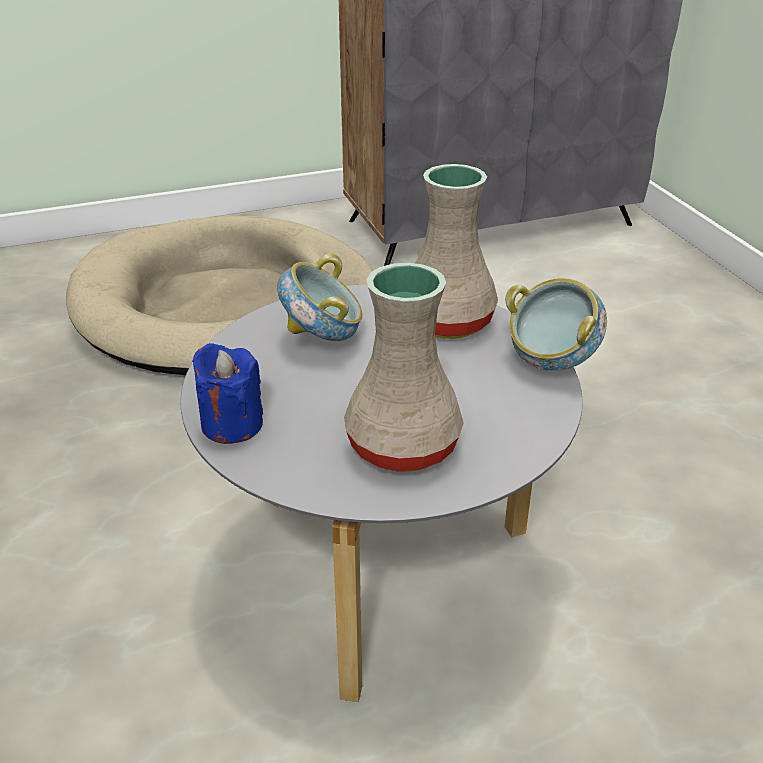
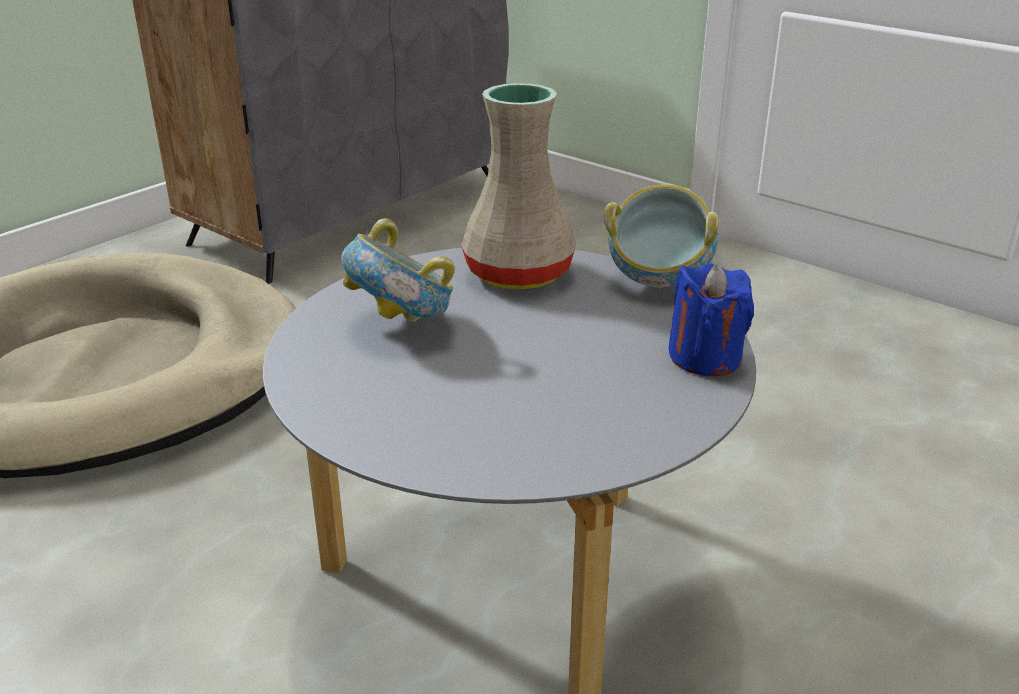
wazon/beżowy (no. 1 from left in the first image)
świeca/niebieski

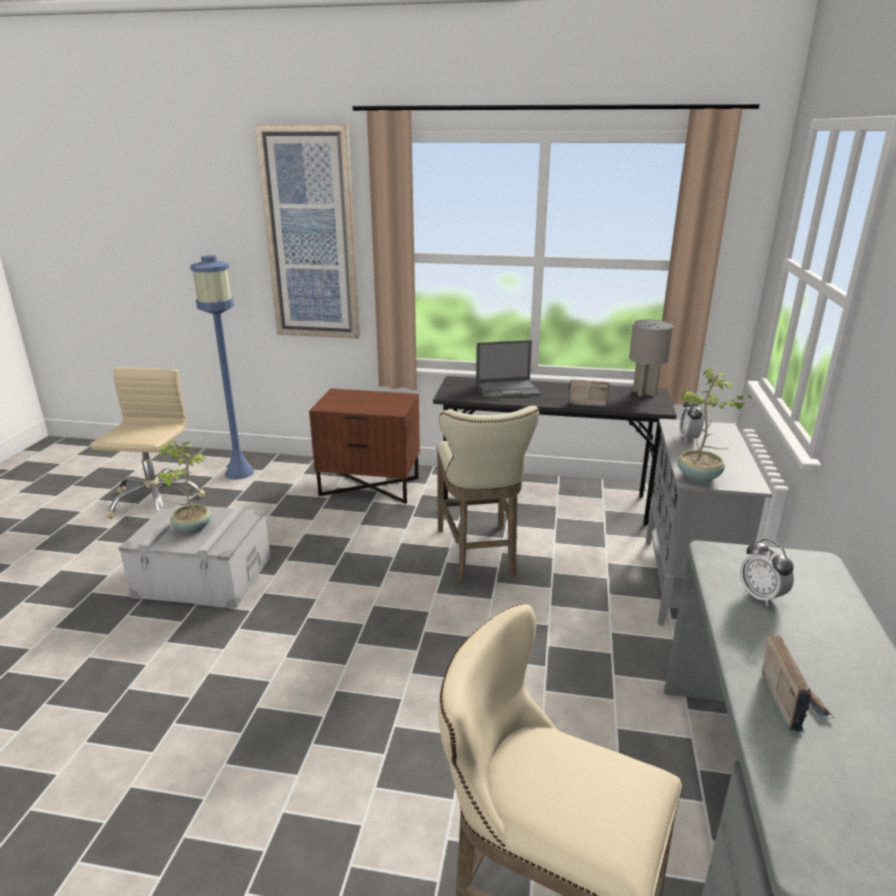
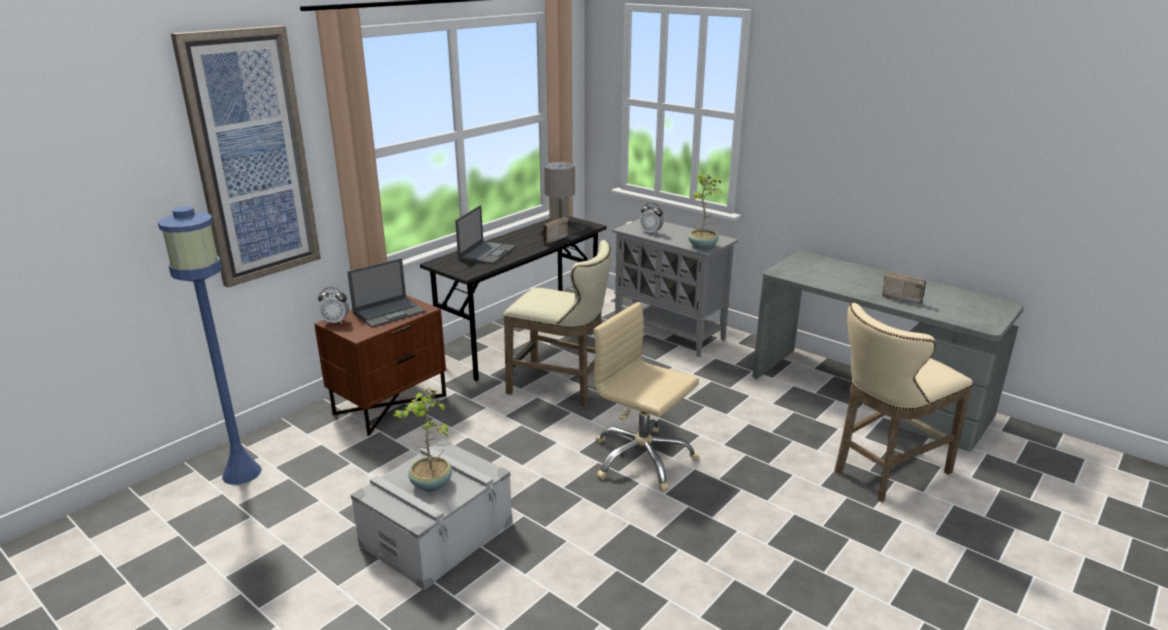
krzesło biurowe/beżowy
budzik (no. 1 from left)
laptop (no. 1 from left)

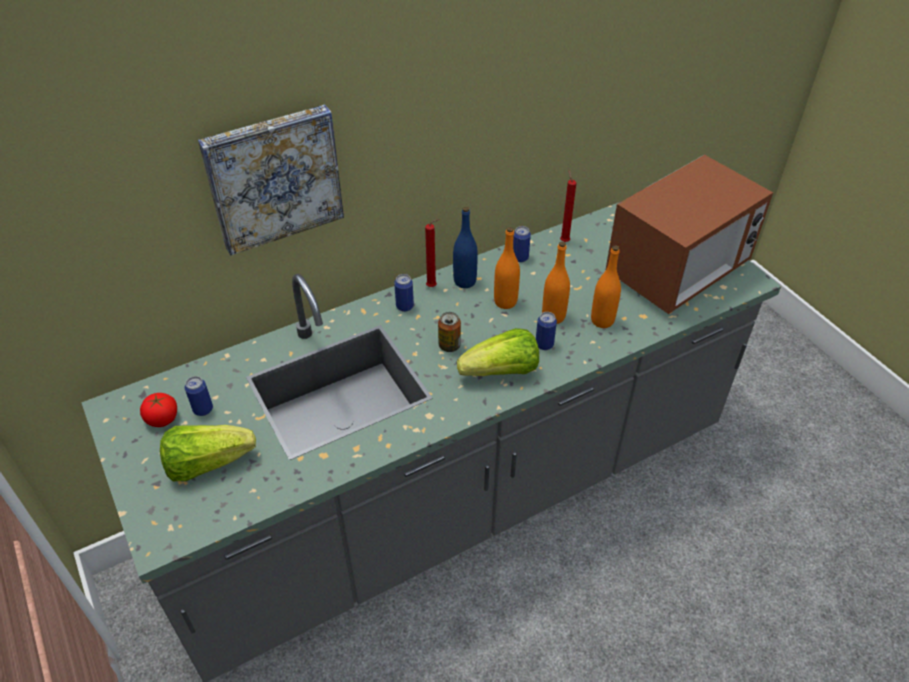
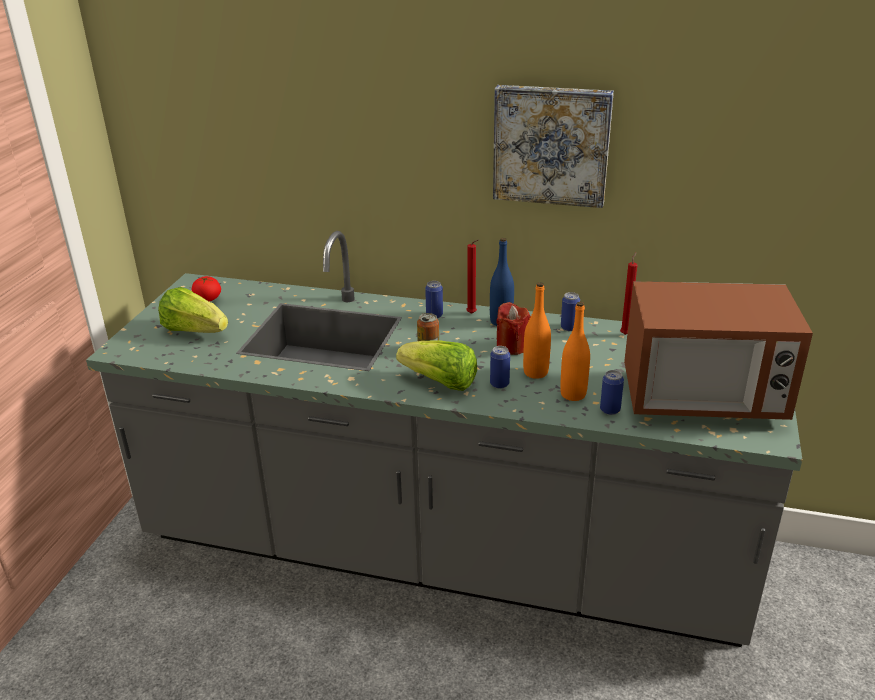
obraz
świeca/czerwony (no. 2 from left)
puszka (no. 5 from left)

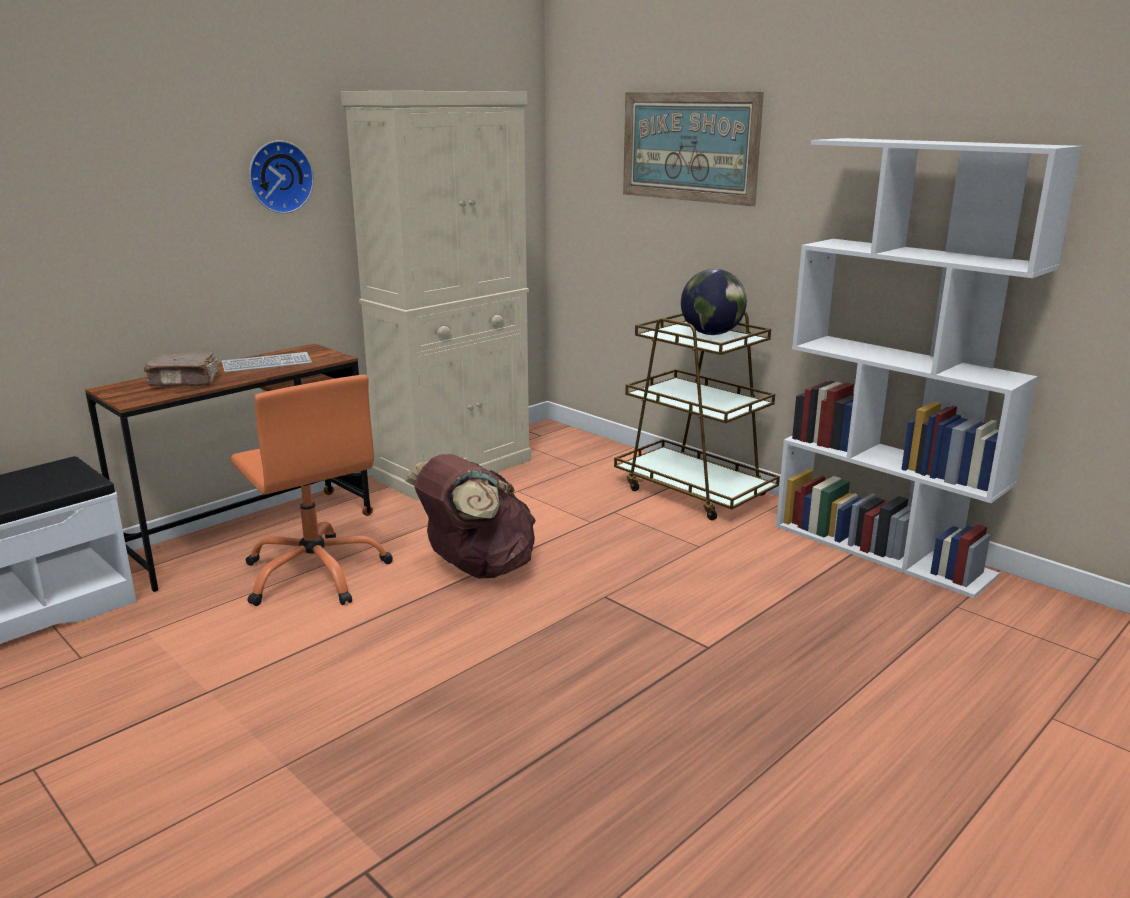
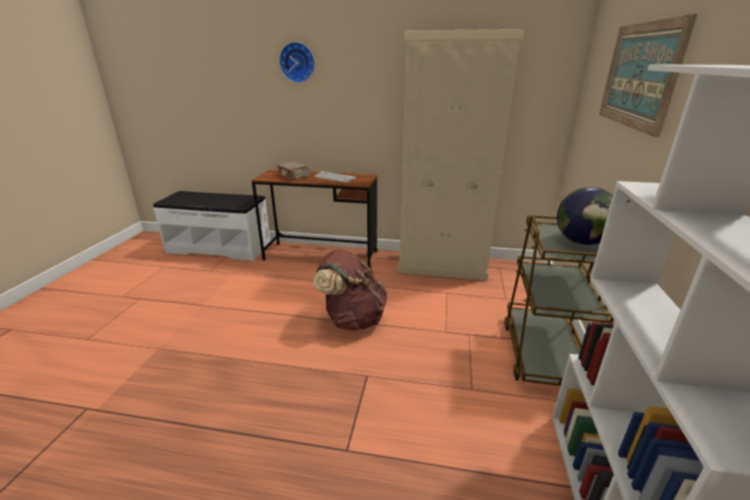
zegar ścienny
krzesło biurowe/pomarańczowy

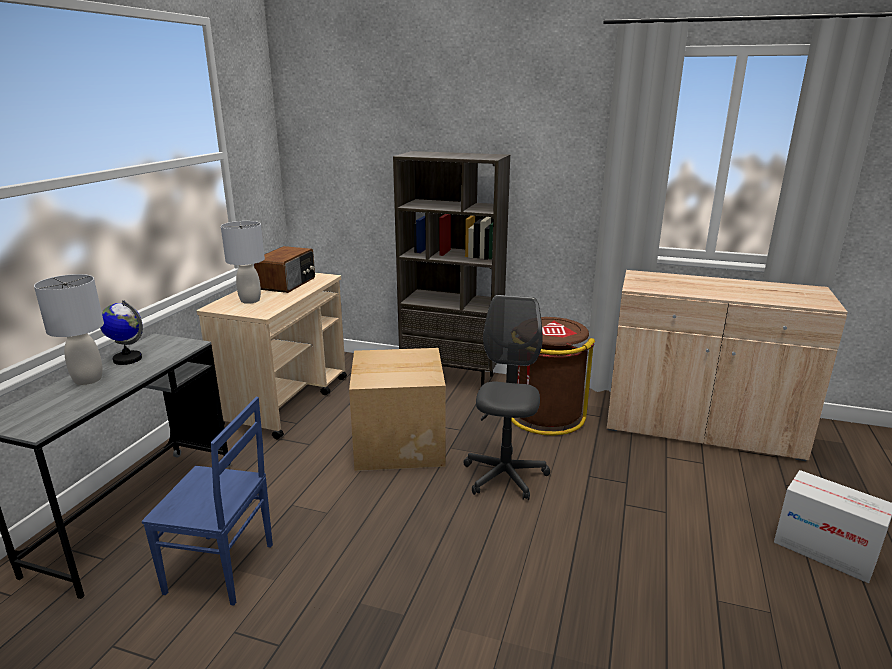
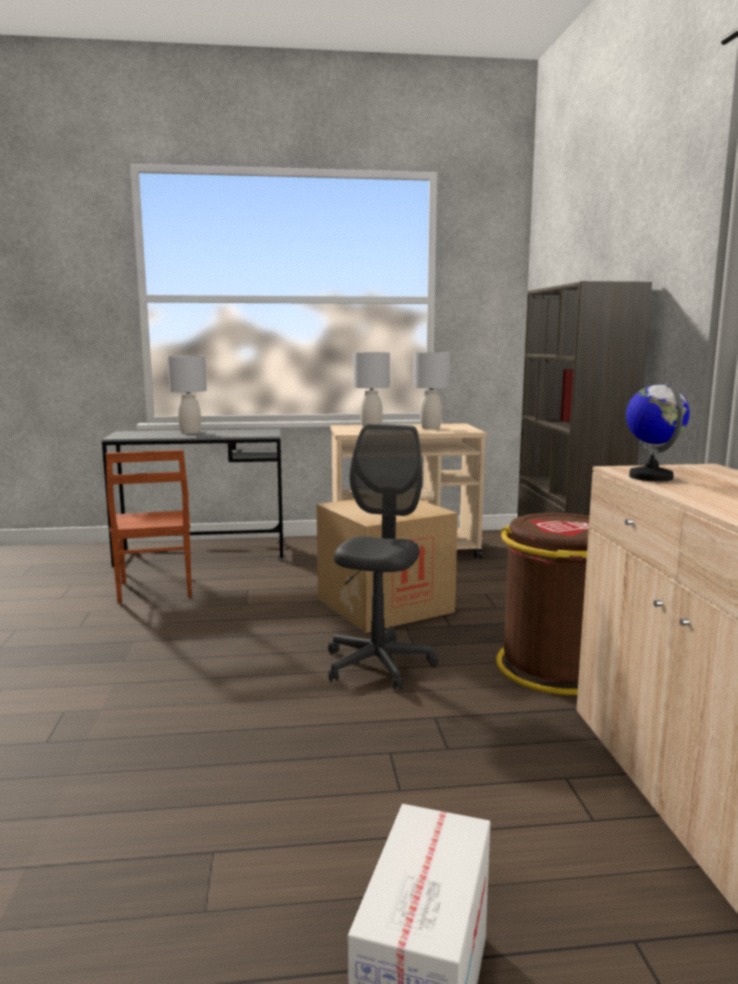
lampa stołowa/szary (no. 3 from left)
krzesło biurowe/szary
globus
krzesło/brązowy

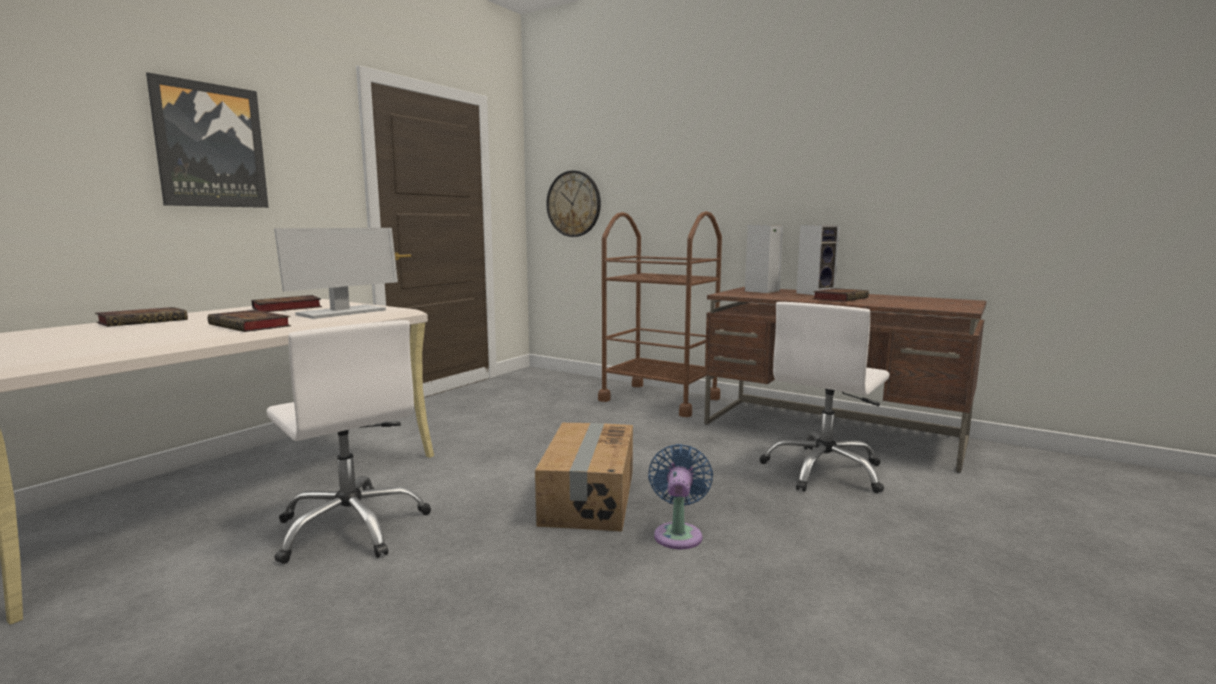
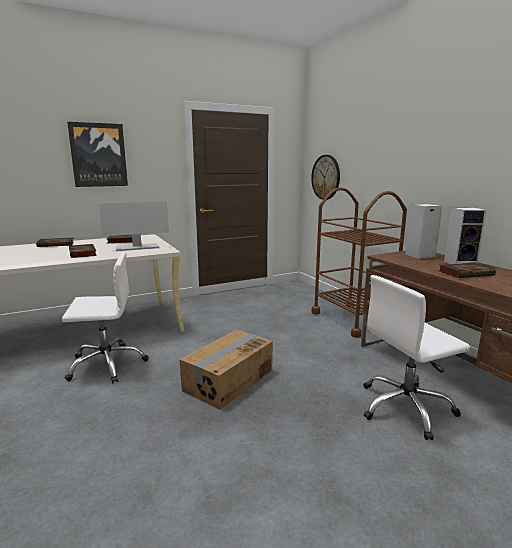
krzesło biurowe/biały (no. 1 from left)
wentylator/niebieski

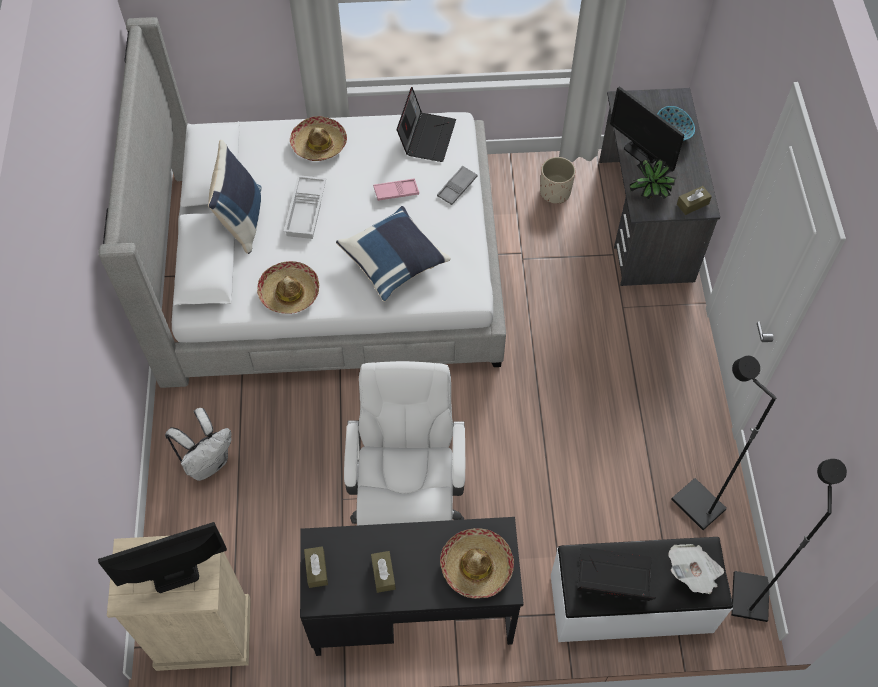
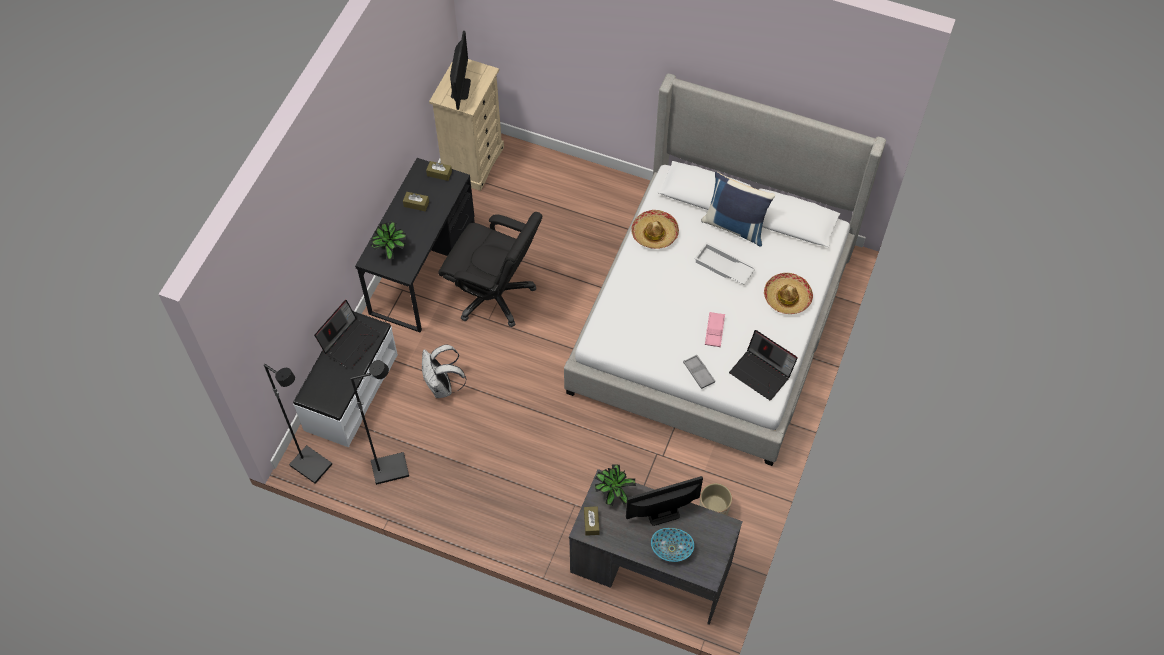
poduszka/niebieski (no. 2 from left in the first image)
krzesło biurowe/czarny
plecak/biały
roślina doniczkowa (no. 1 from left)
gazeta

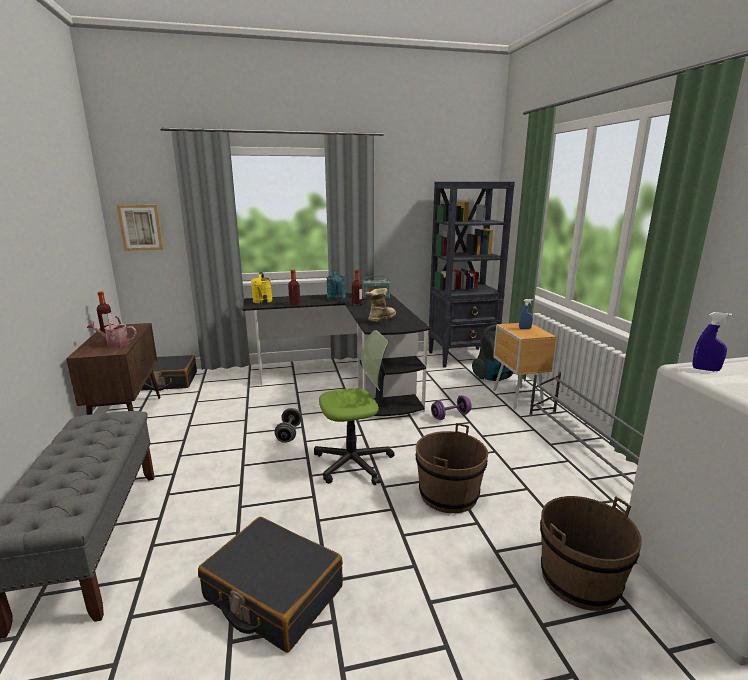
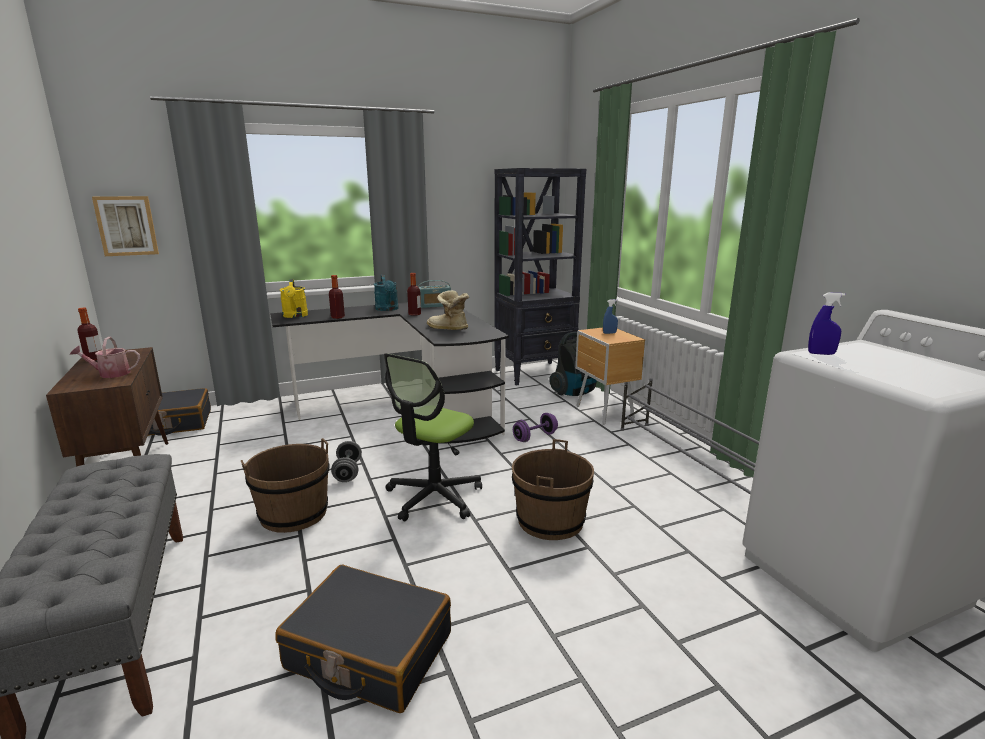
but z cholewką
krzesło biurowe
wiadro/brązowy (no. 1 from left)

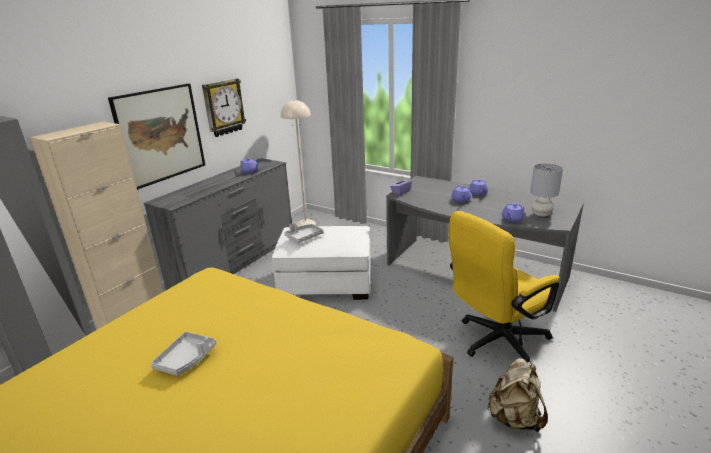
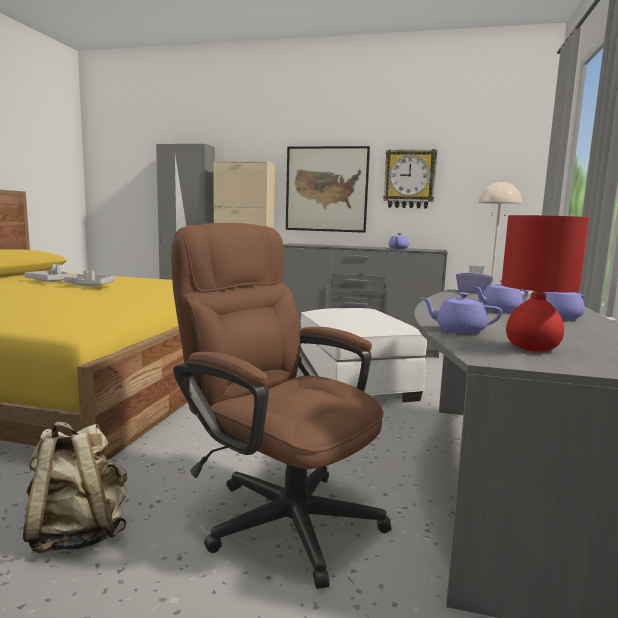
lampa stołowa/czerwony
krzesło biurowe/brązowy
taca/szary (no. 1 from left)

